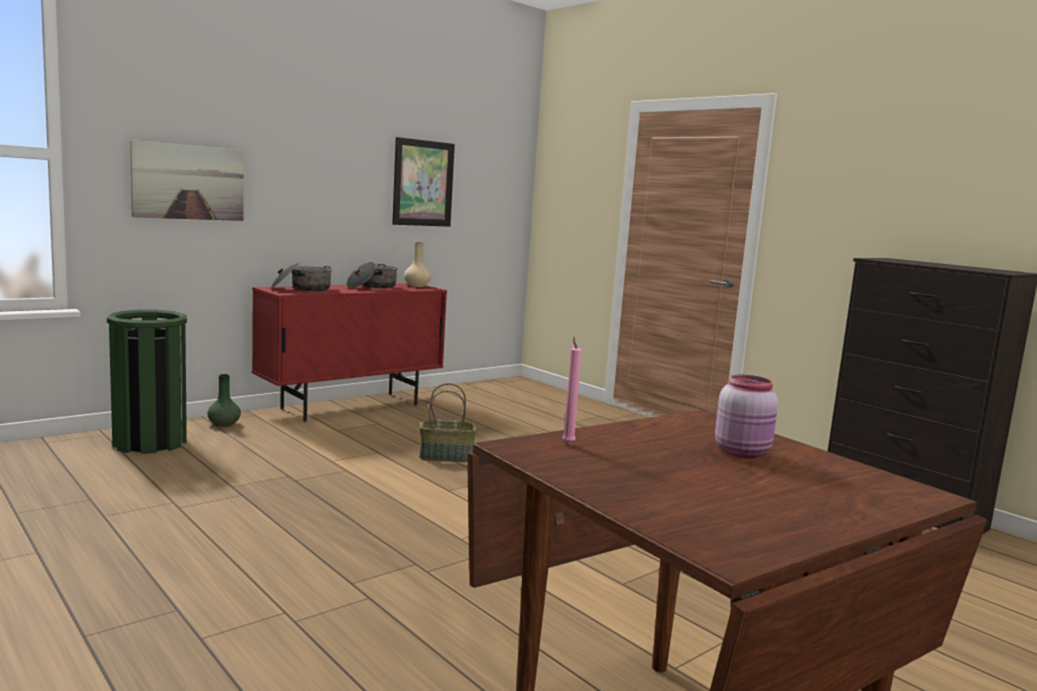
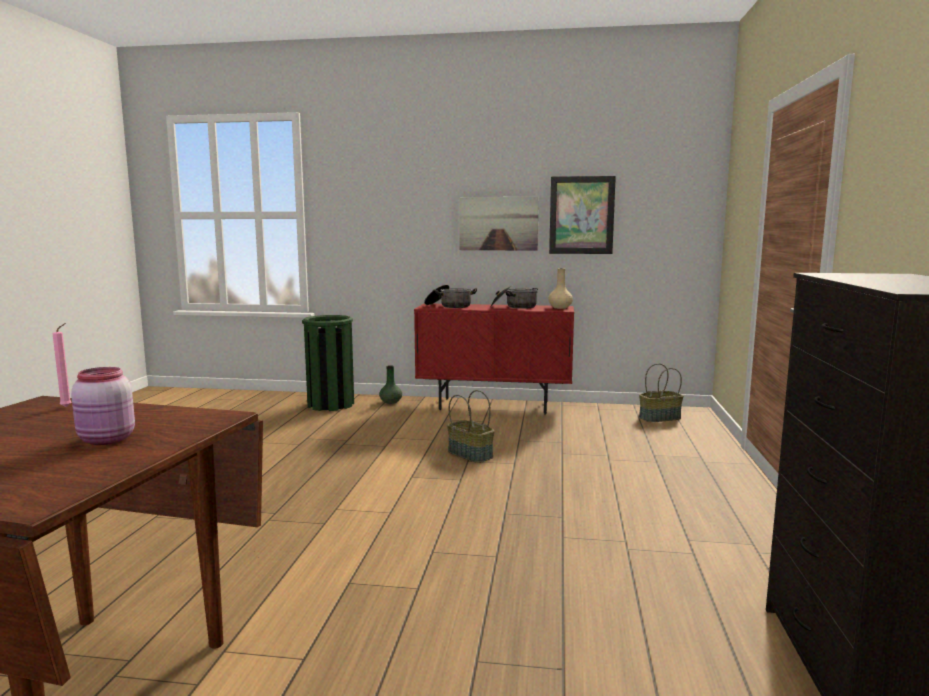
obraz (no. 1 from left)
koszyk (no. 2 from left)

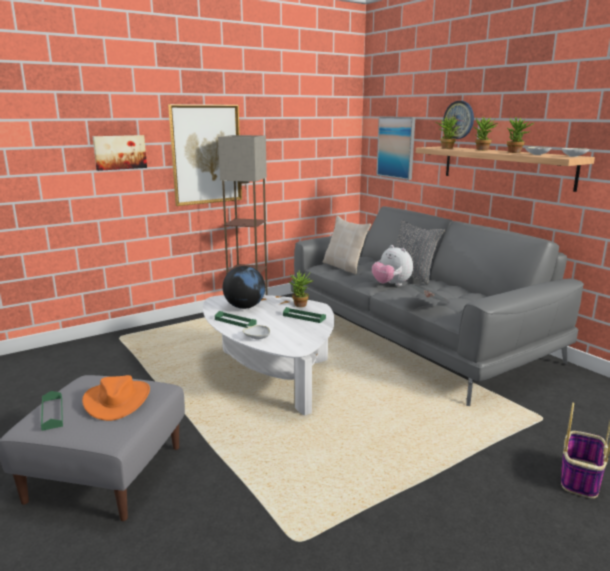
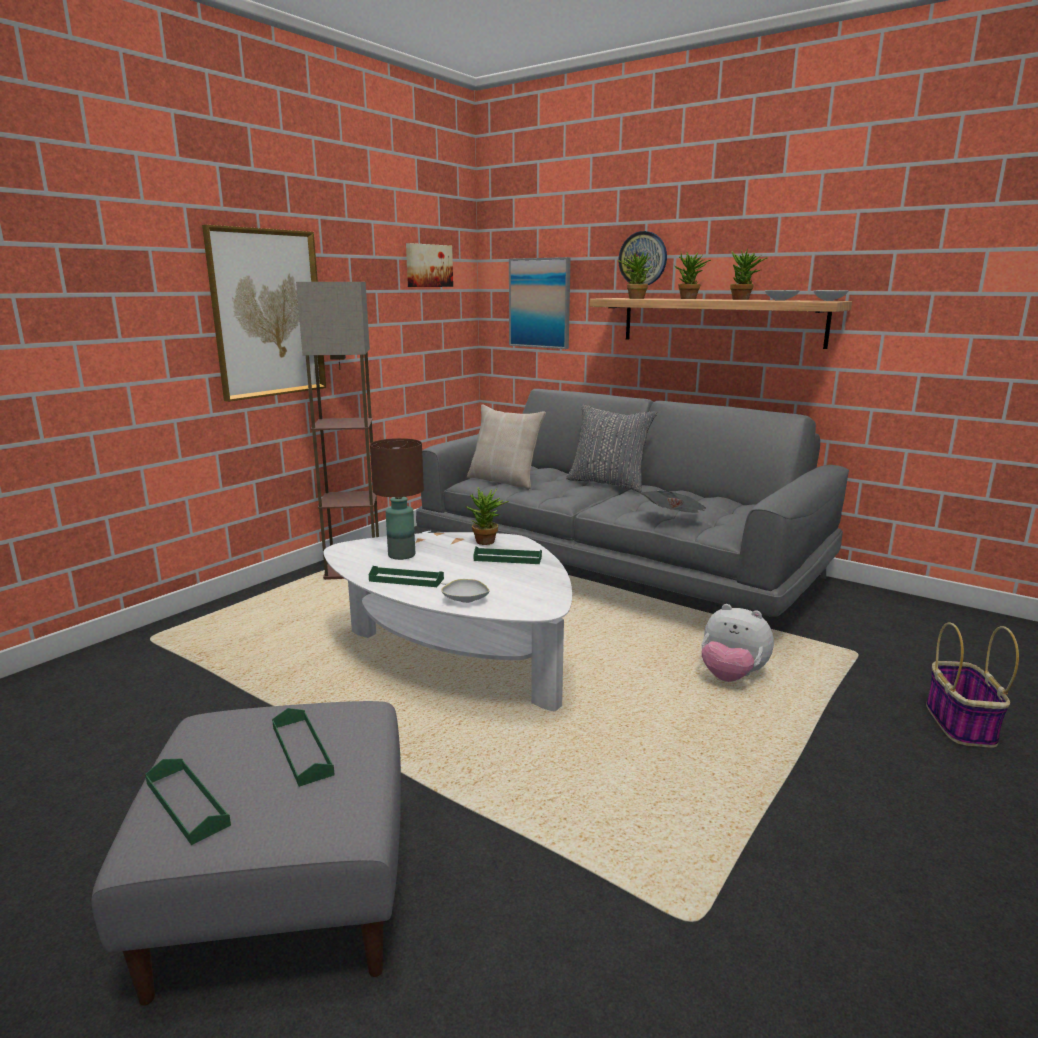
obraz (no. 2 from left)
pluszak
lampa stołowa/brązowy
taca/zielony (no. 2 from left)

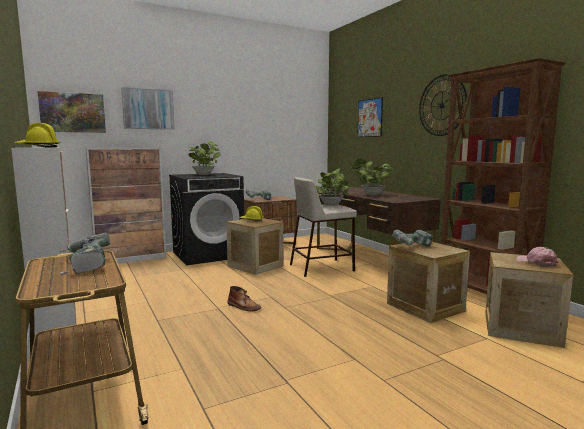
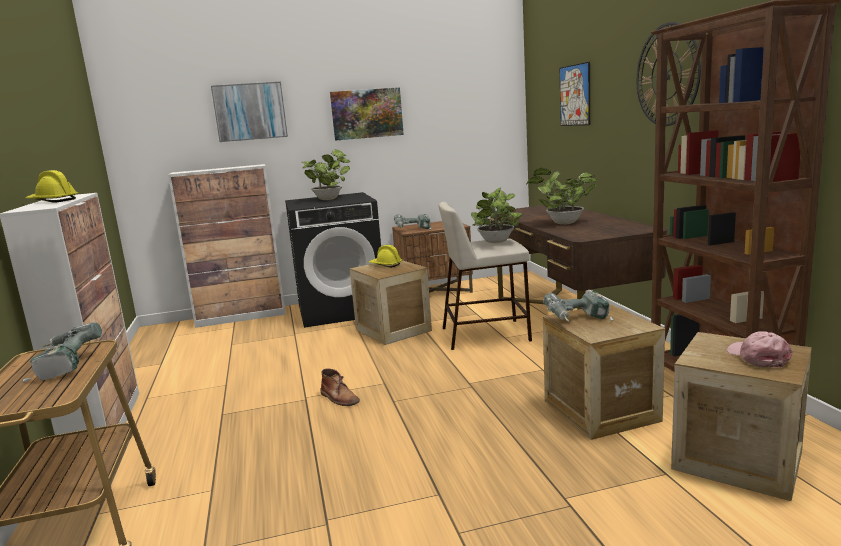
obraz (no. 2 from left)

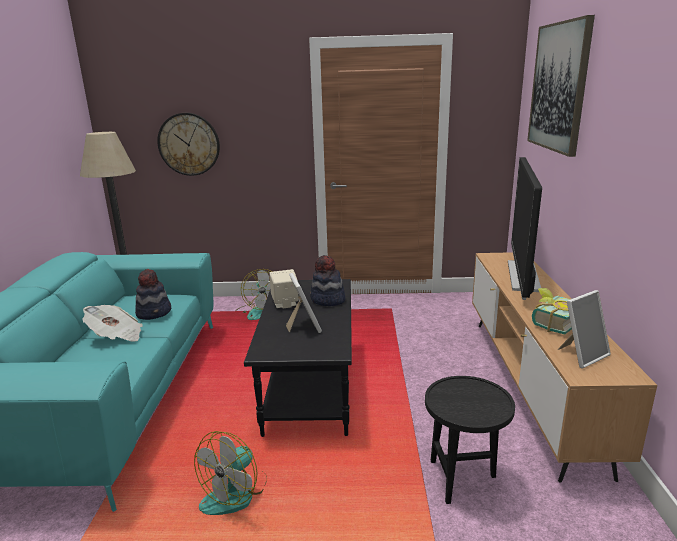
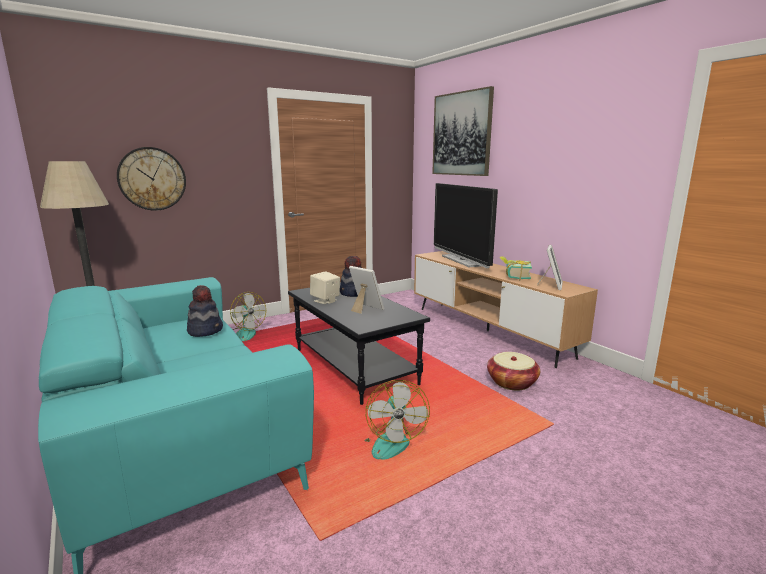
gazeta
koszyk

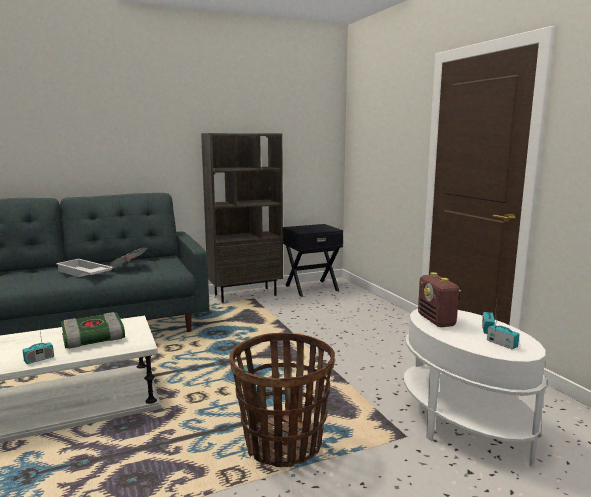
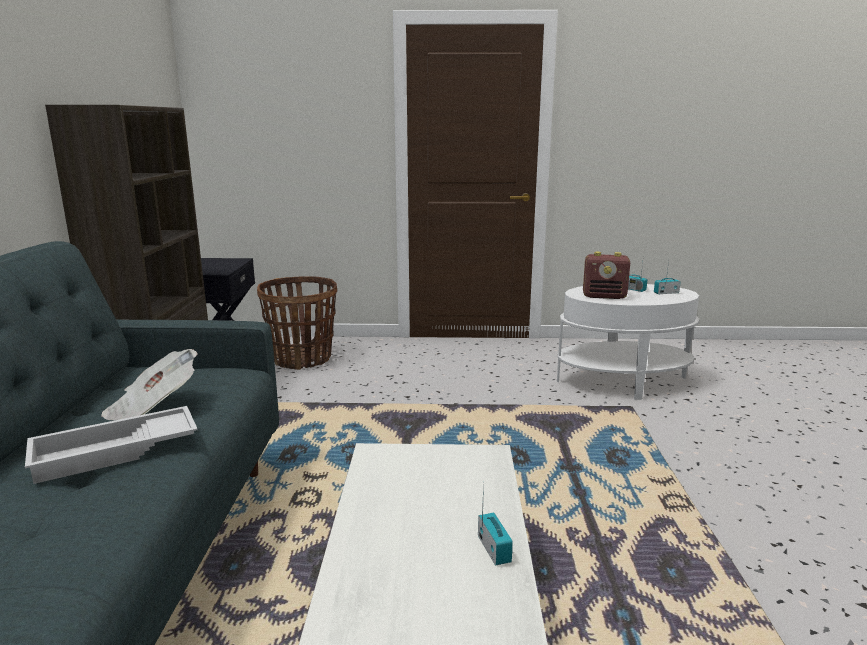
książka
koszyk

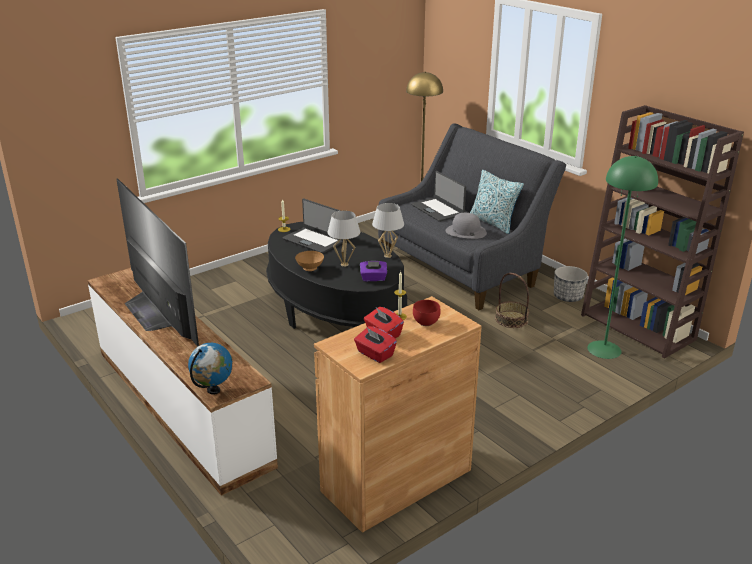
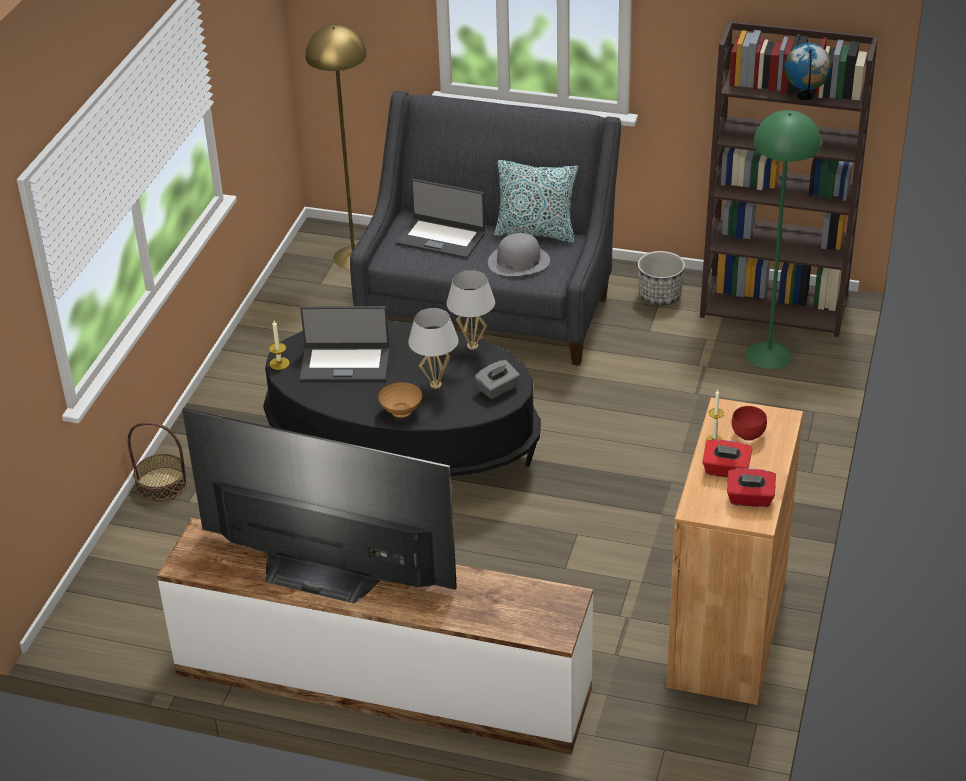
pudełko chusteczek/szary
koszyk
globus

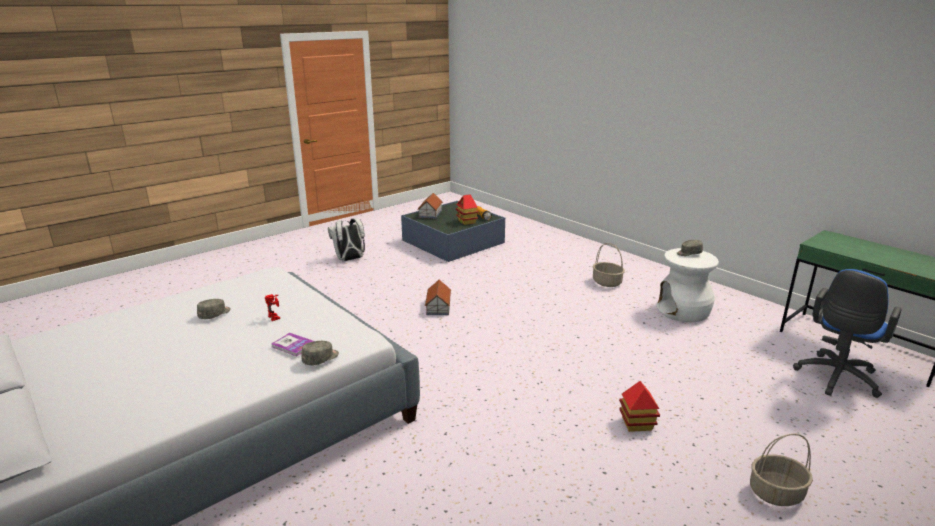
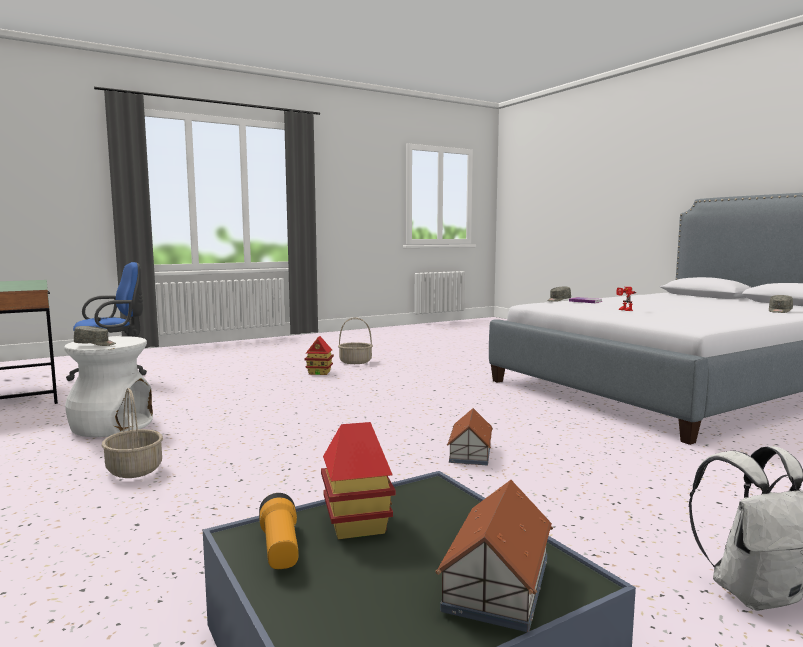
czapka z daszkiem/szary (no. 3 from left)
koszyk (no. 2 from left)

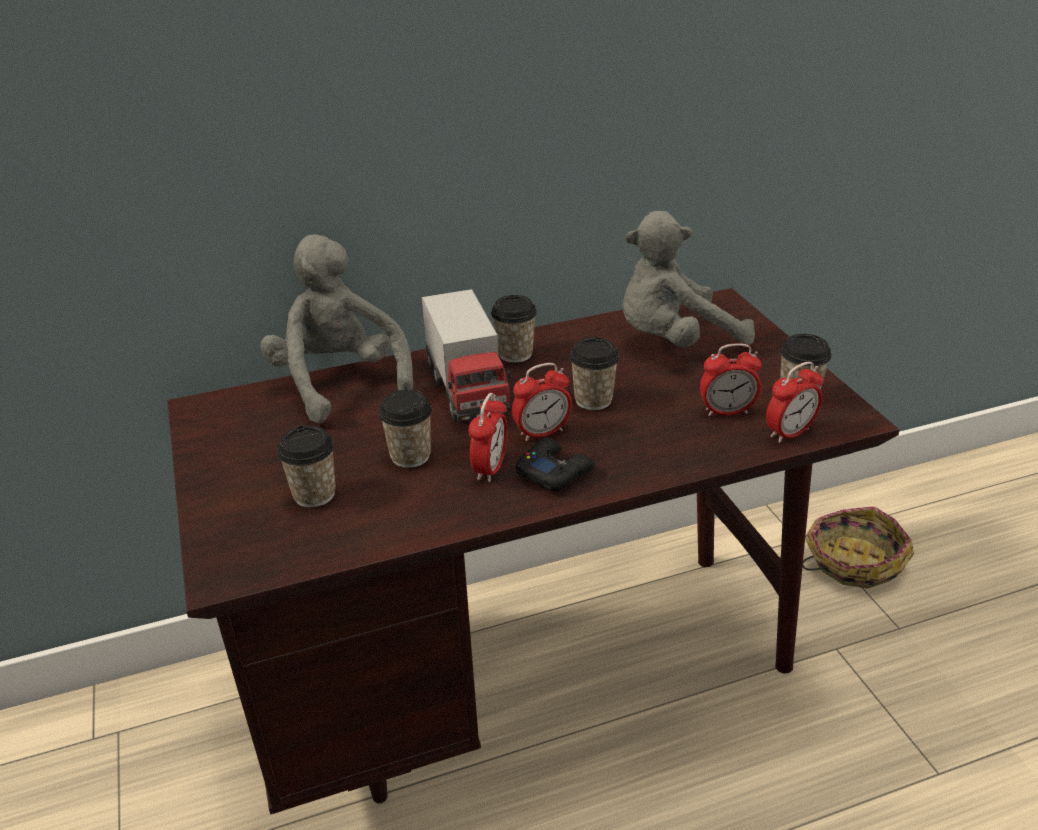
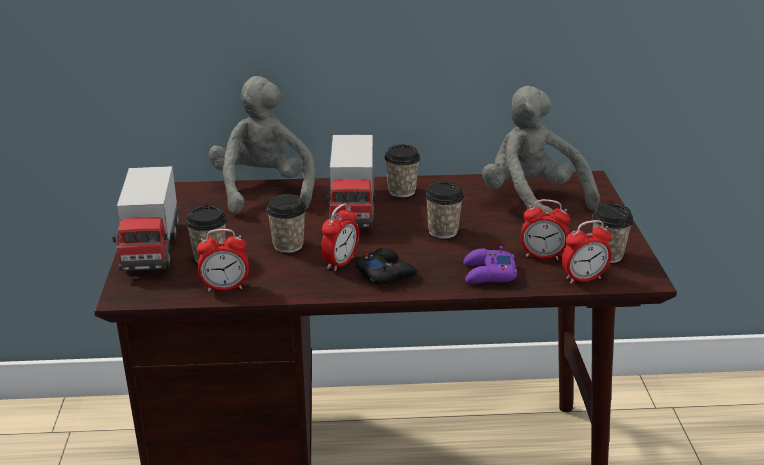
pluszak/szary (no. 2 from left)
budzik (no. 1 from left)
koszyk
ciężarówka zabawkowa (no. 1 from left)
pad do gier/fioletowy

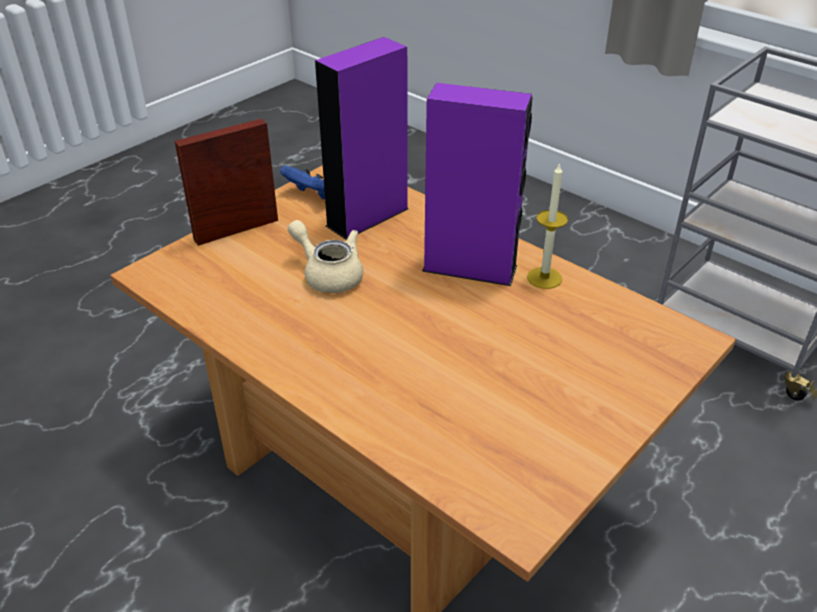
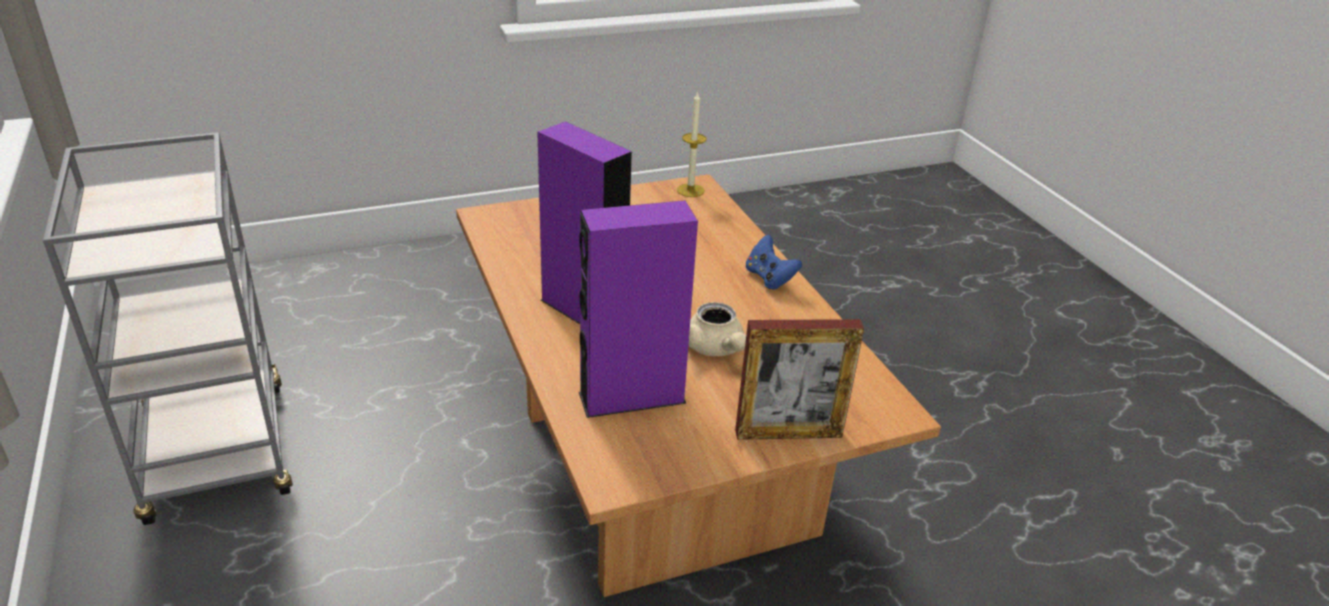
świeca
pad do gier/niebieski

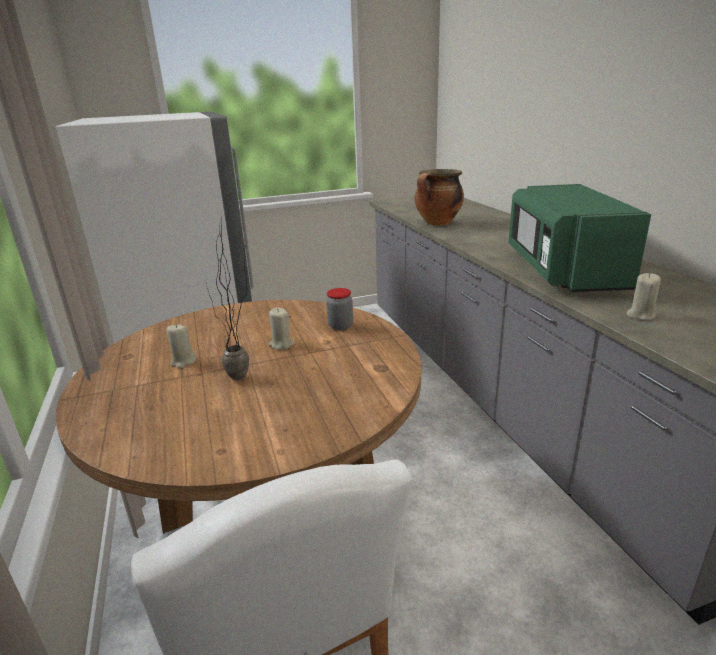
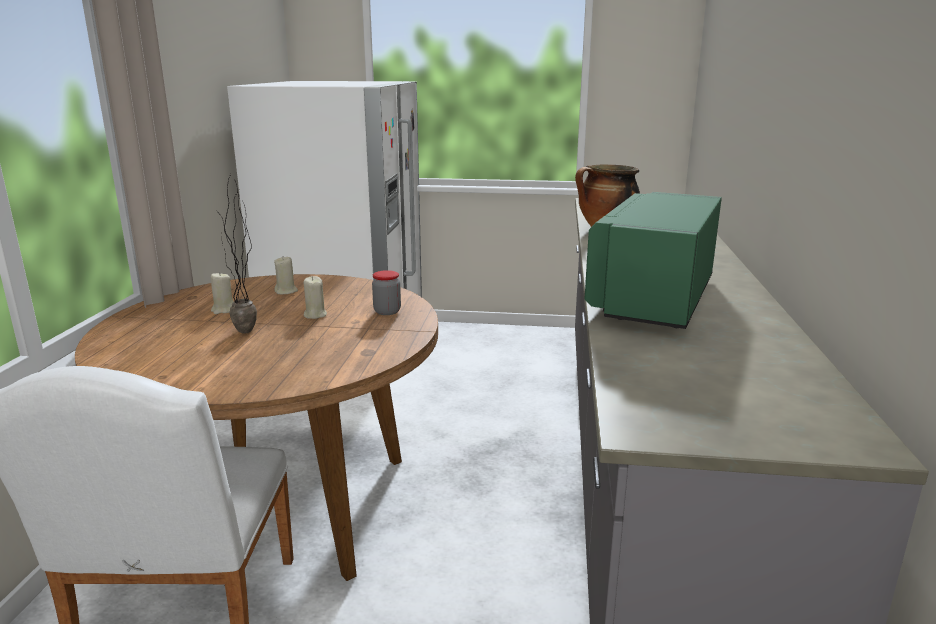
świeca/beżowy (no. 2 from left)

